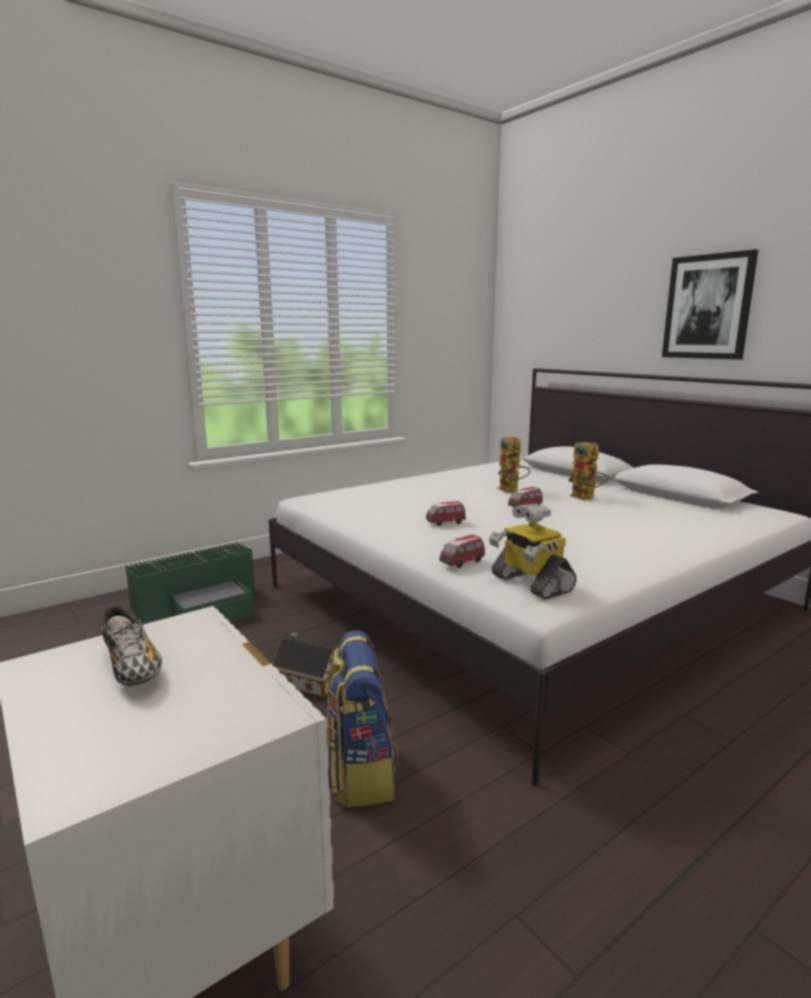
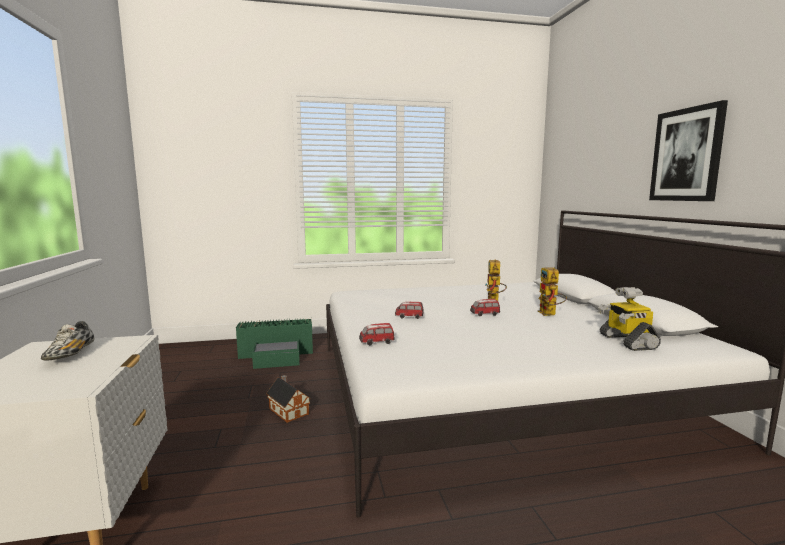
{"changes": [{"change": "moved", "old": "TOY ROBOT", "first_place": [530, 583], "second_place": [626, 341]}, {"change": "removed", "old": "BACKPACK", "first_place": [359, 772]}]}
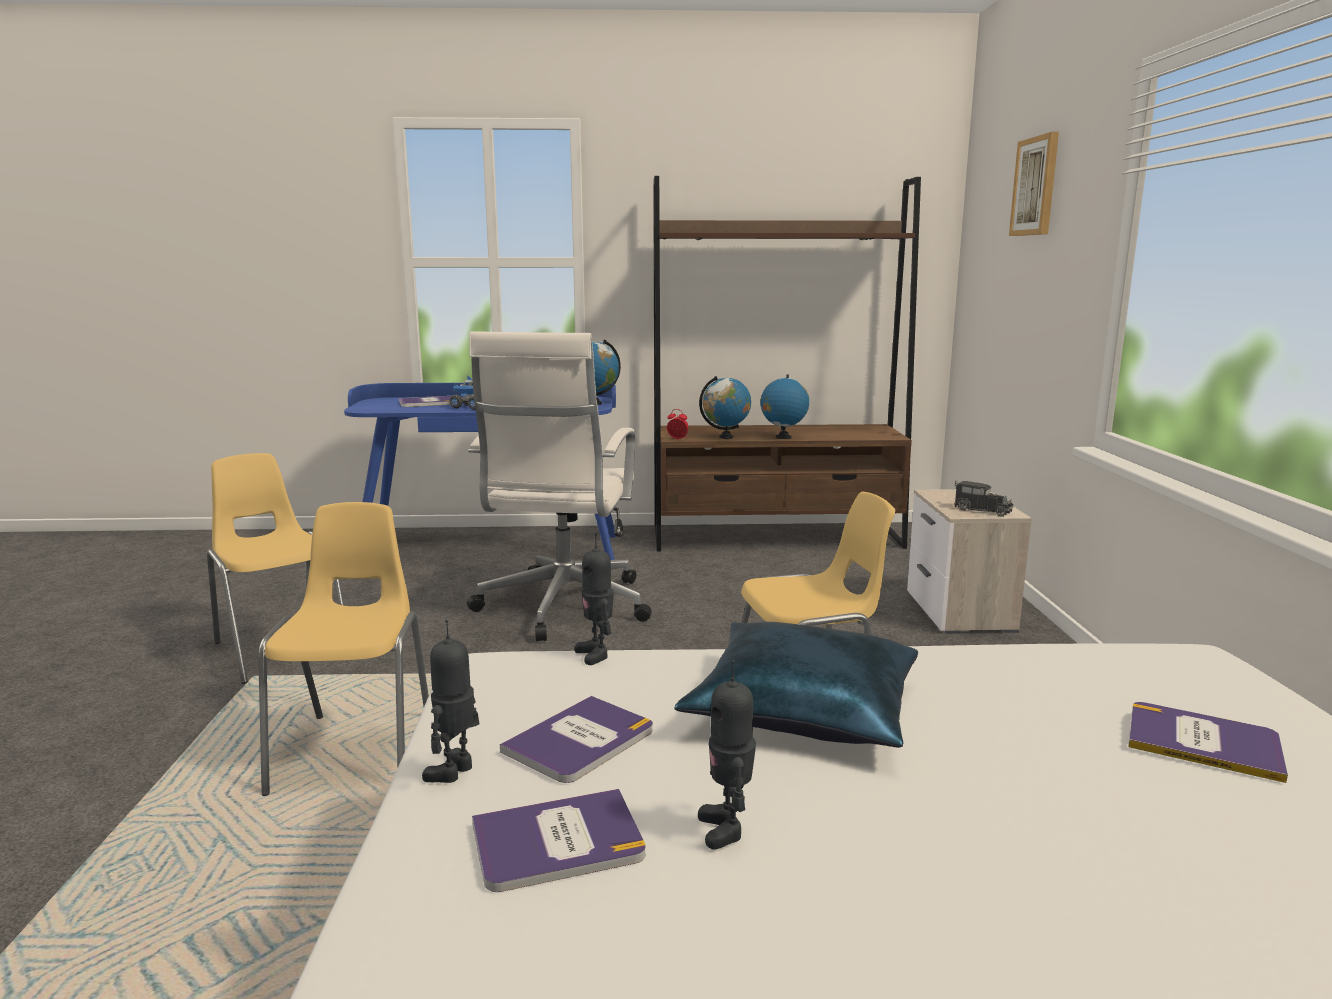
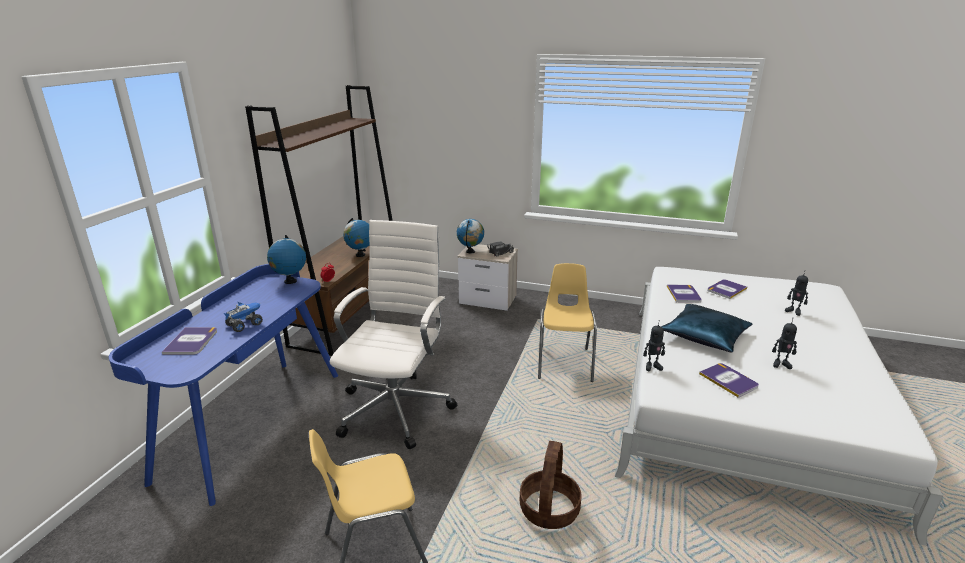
{"changes": [{"change": "removed", "old": "PICTURE", "first_place": [1036, 186]}, {"change": "turned", "old": "WHITE OFFICE CHAIR", "first_place": [562, 607], "second_place": [396, 407], "degrees": -105}, {"change": "moved", "old": "GLOBE", "first_place": [726, 437], "second_place": [470, 252]}, {"change": "replaced", "old": "YELLOW CHAIR", "new": "BASKET", "first_place": [357, 751], "second_place": [549, 509]}, {"change": "moved", "old": "TOY ROBOT", "first_place": [455, 772], "second_place": [794, 311]}, {"change": "moved", "old": "BOOK", "first_place": [558, 842], "second_place": [683, 294]}]}
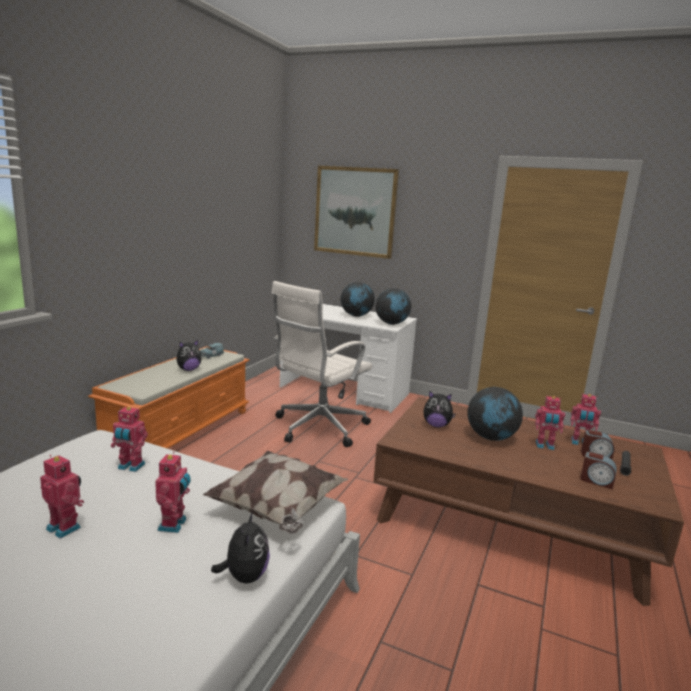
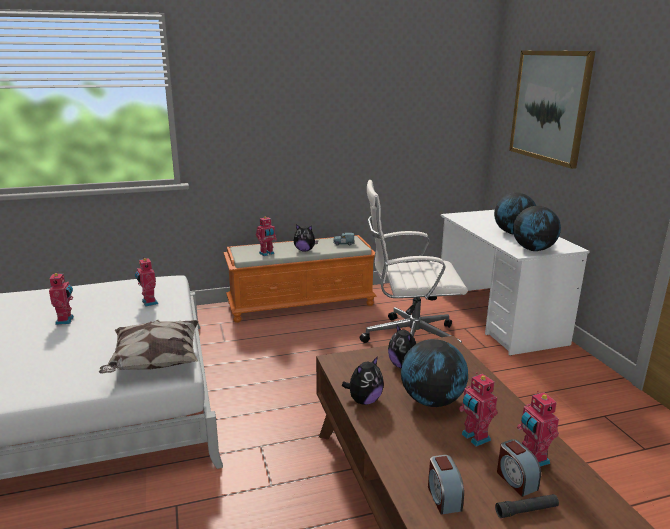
{"changes": [{"change": "moved", "old": "TOY ROBOT", "first_place": [174, 525], "second_place": [267, 254]}, {"change": "moved", "old": "PLUSH TOY", "first_place": [244, 576], "second_place": [364, 400]}]}
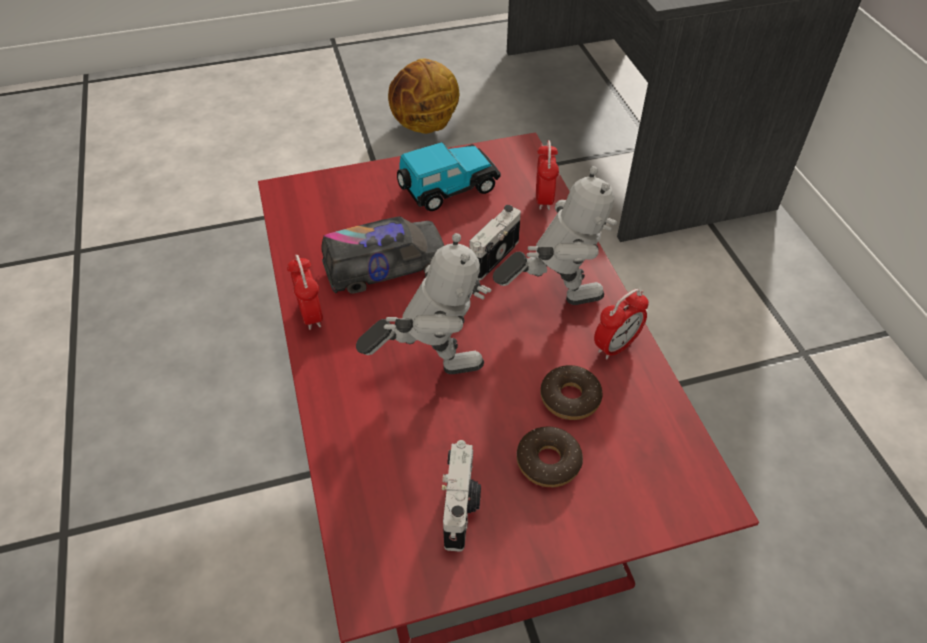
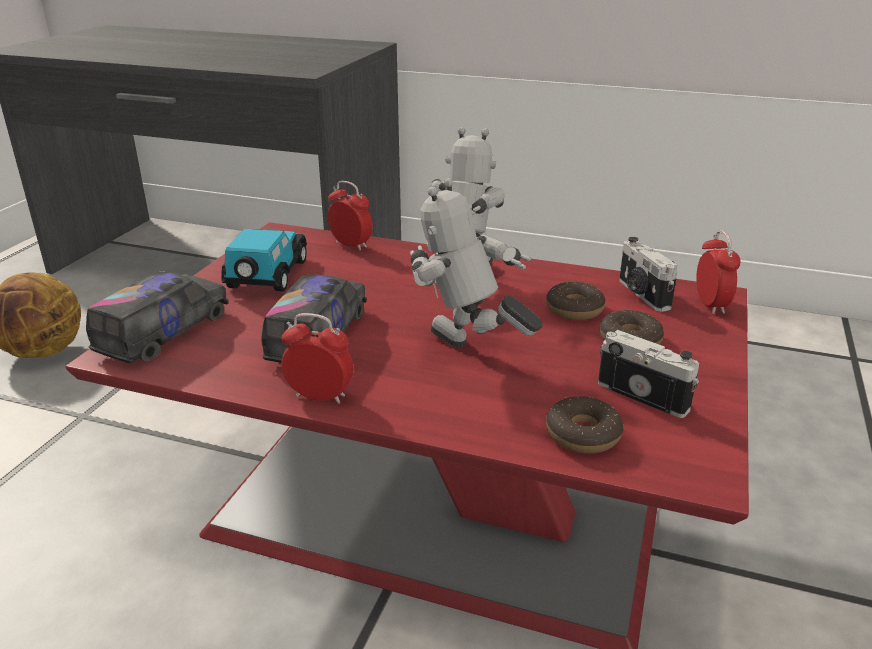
{"changes": [{"change": "moved", "old": "PHOTO CAMERA", "first_place": [492, 256], "second_place": [641, 294]}, {"change": "turned", "old": "TOY ROBOT", "first_place": [431, 364], "second_place": [468, 354], "degrees": -75}, {"change": "moved", "old": "ALARM CLOCK", "first_place": [616, 346], "second_place": [711, 304]}, {"change": "added", "new": "TOY TRUCK", "second_place": [164, 333]}, {"change": "added", "new": "DONUT", "second_place": [583, 434]}]}
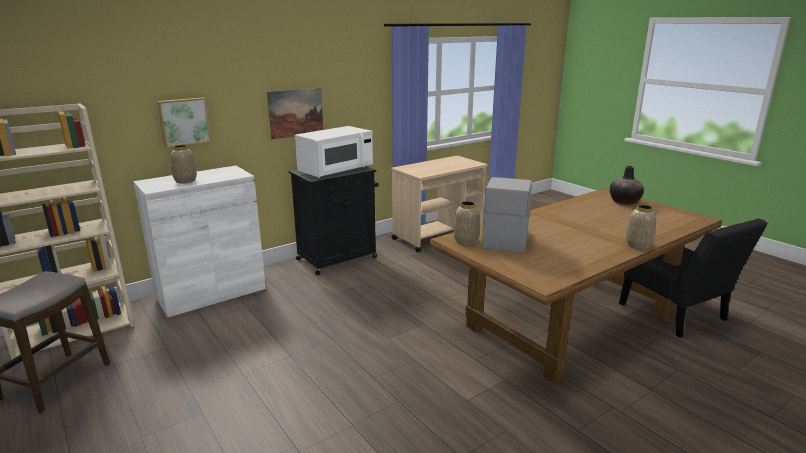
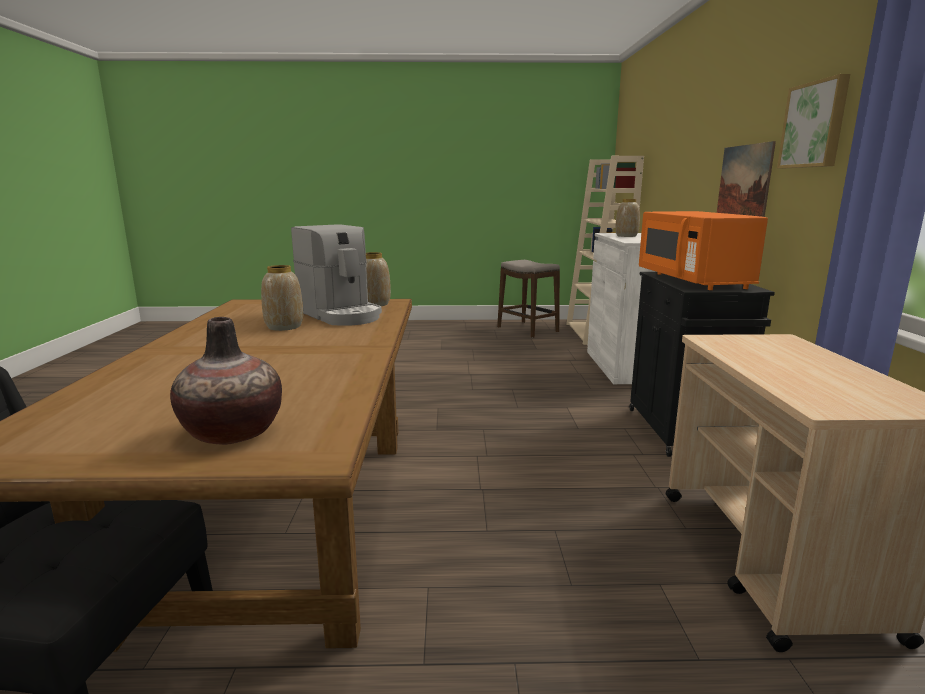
{"changes": [{"change": "moved", "old": "PICTURE", "first_place": [184, 121], "second_place": [815, 125]}, {"change": "recoloured", "old": "WHITE MICROWAVE", "new": "ORANGE MICROWAVE", "first_place": [336, 170], "second_place": [692, 280]}, {"change": "moved", "old": "VASE", "first_place": [637, 245], "second_place": [285, 327]}]}
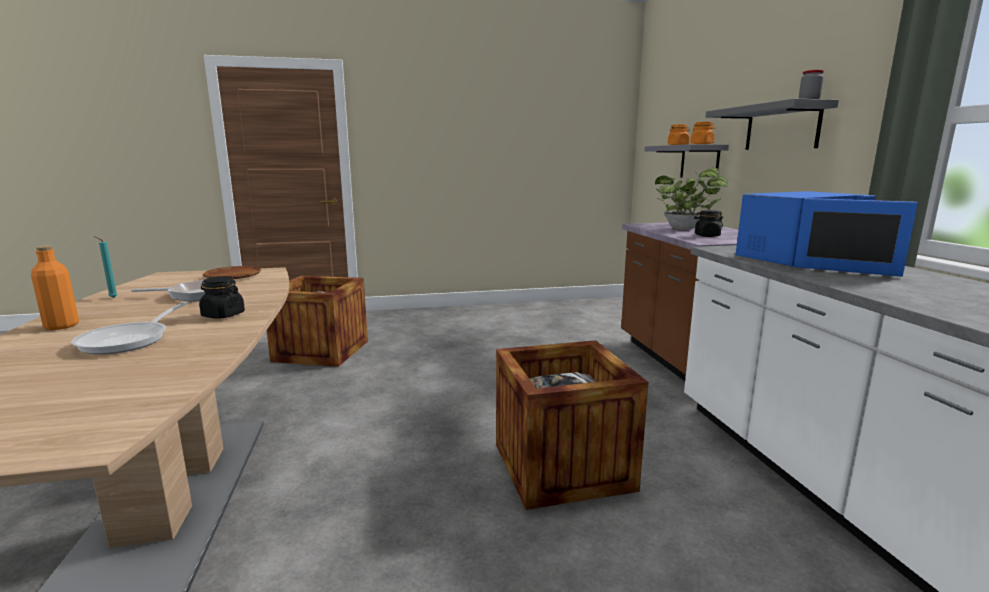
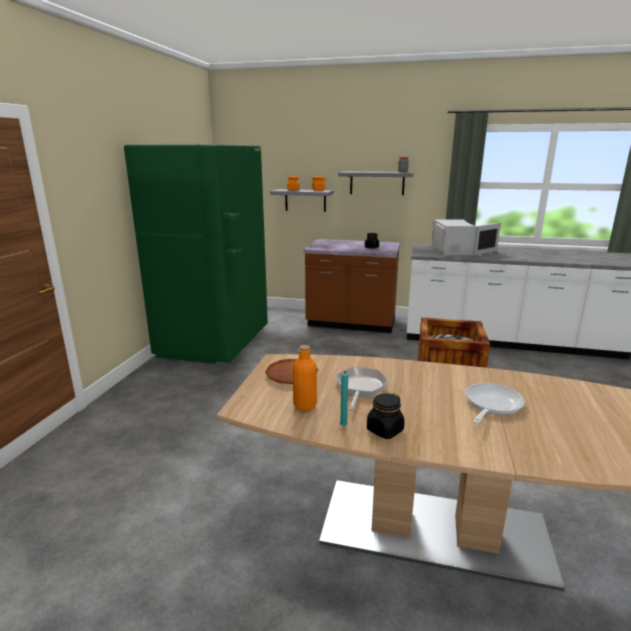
{"changes": [{"change": "removed", "old": "POTTED PLANT", "first_place": [685, 228]}, {"change": "recoloured", "old": "BLUE MICROWAVE", "new": "WHITE MICROWAVE", "first_place": [800, 259], "second_place": [454, 251]}, {"change": "moved", "old": "ORANGE BOTTLE", "first_place": [61, 326], "second_place": [305, 406]}, {"change": "moved", "old": "BLACK JAR", "first_place": [223, 315], "second_place": [384, 430]}, {"change": "removed", "old": "CRATE", "first_place": [321, 351]}, {"change": "turned", "old": "FRYING PAN", "first_place": [130, 340], "second_place": [491, 405], "degrees": -90}, {"change": "added", "new": "GREEN FRIDGE", "second_place": [215, 342]}]}
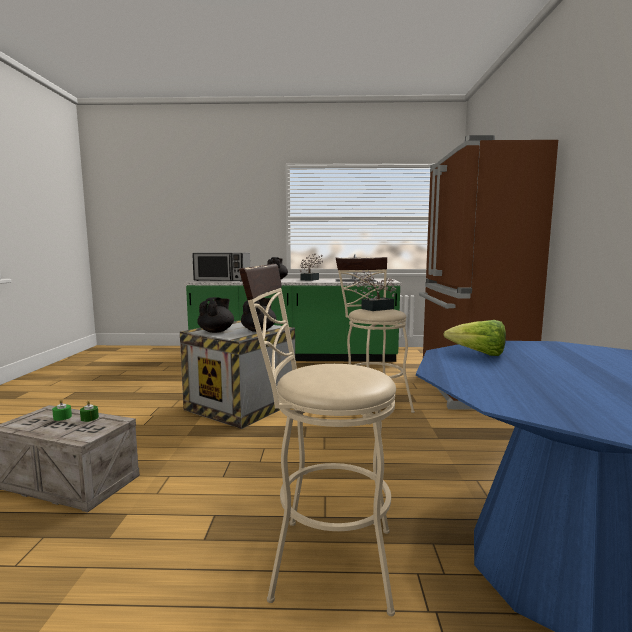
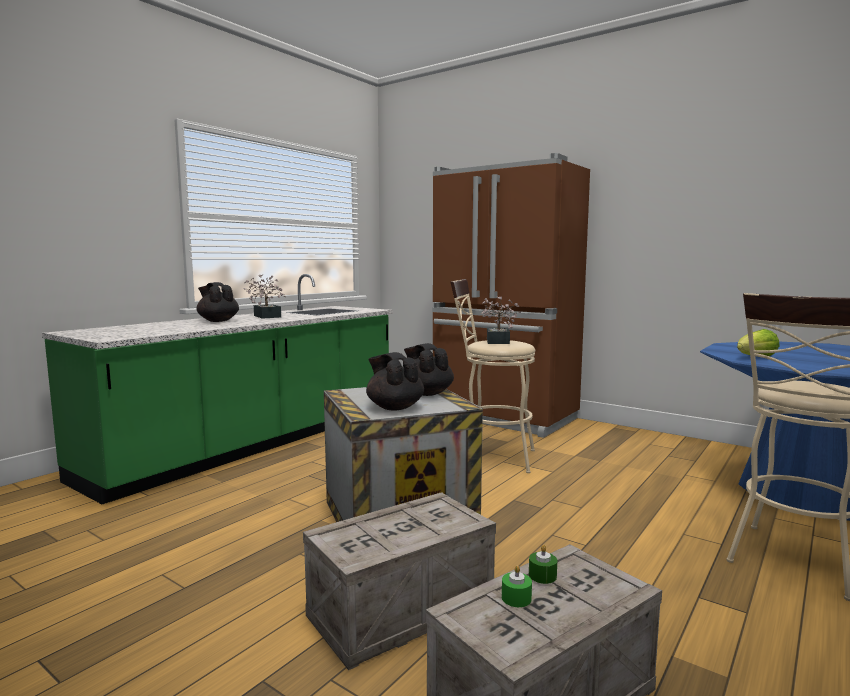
{"changes": [{"change": "removed", "old": "MICROWAVE", "first_place": [222, 280]}, {"change": "added", "new": "CRATE", "second_place": [403, 608]}]}
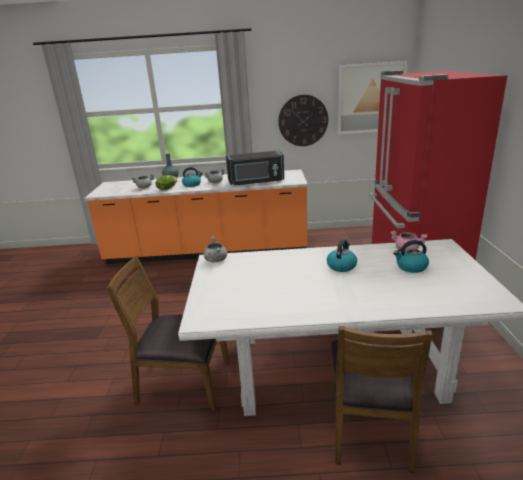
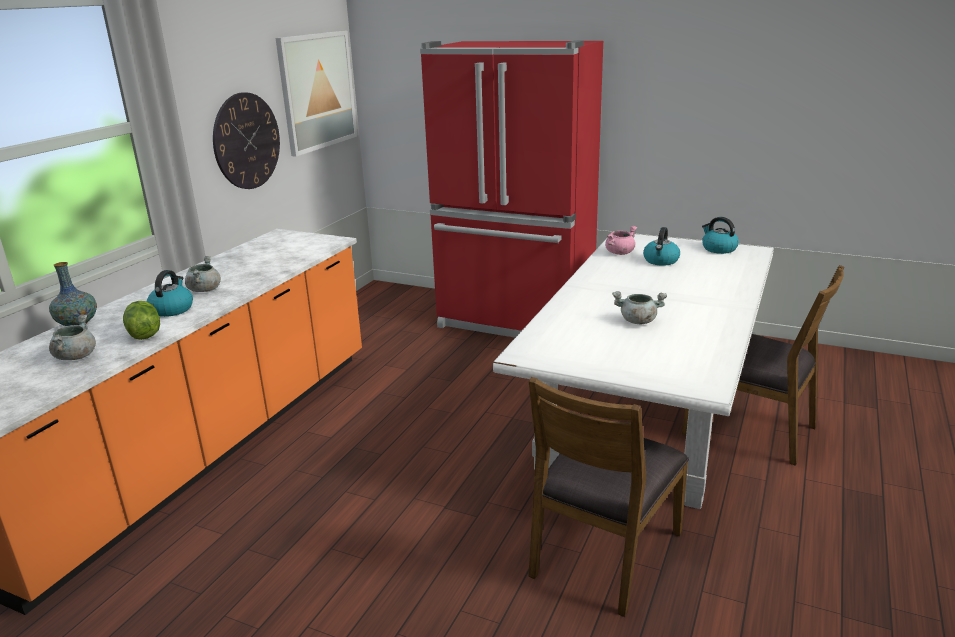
{"changes": [{"change": "removed", "old": "BLACK MICROWAVE", "first_place": [256, 182]}, {"change": "moved", "old": "GREY COOKING POT", "first_place": [216, 260], "second_place": [638, 321]}, {"change": "moved", "old": "KETTLE", "first_place": [341, 266], "second_place": [718, 249]}]}
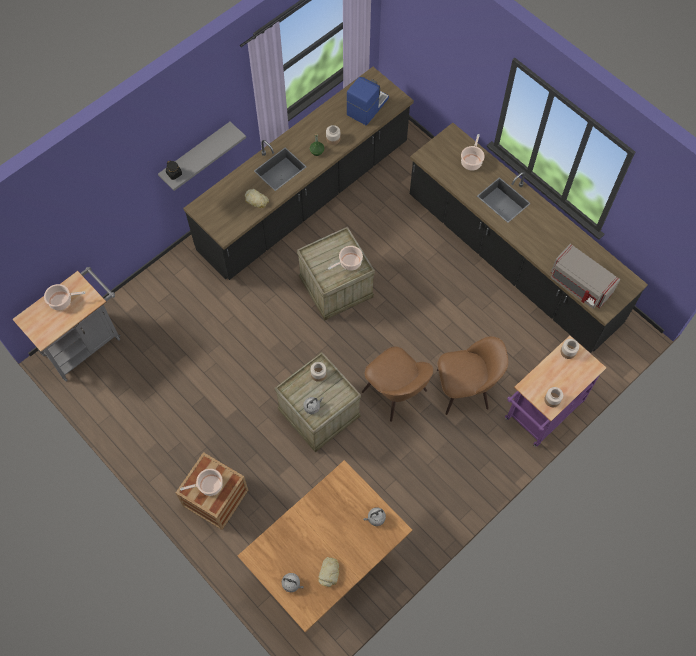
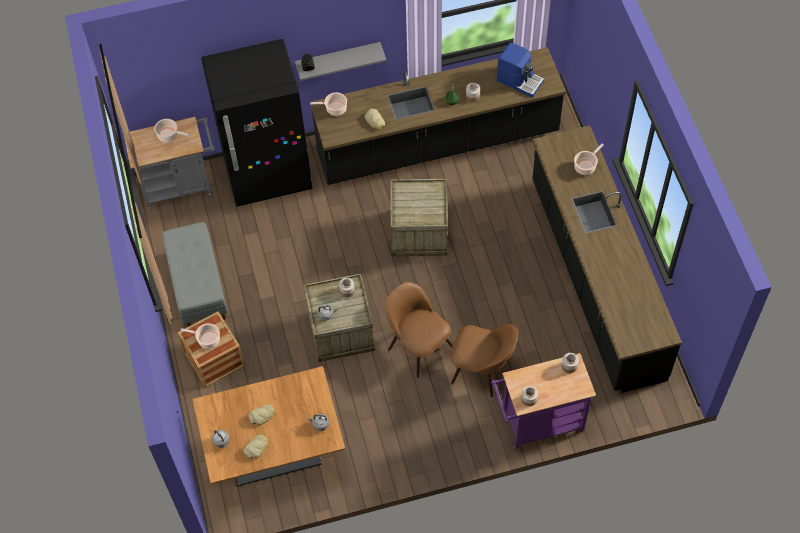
{"changes": [{"change": "turned", "old": "COFFEE MACHINE", "first_place": [366, 106], "second_place": [520, 80], "degrees": 60}, {"change": "removed", "old": "GREY MICROWAVE", "first_place": [579, 285]}, {"change": "moved", "old": "COOKING POT", "first_place": [349, 263], "second_place": [334, 109]}, {"change": "turned", "old": "BROWN CHAIR", "first_place": [396, 393], "second_place": [418, 346], "degrees": 150}, {"change": "added", "new": "BLACK FRIDGE", "second_place": [268, 174]}, {"change": "added", "new": "GREY BENCH", "second_place": [198, 286]}, {"change": "added", "new": "BREAD", "second_place": [262, 416]}]}
